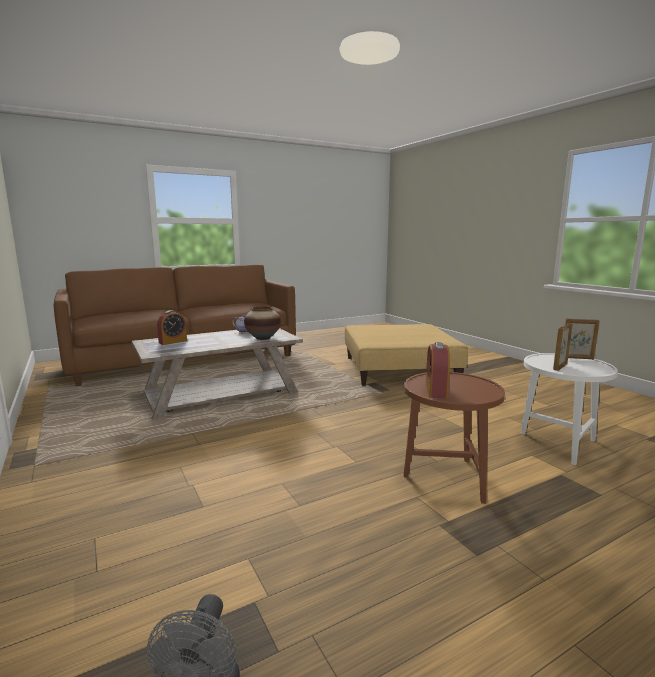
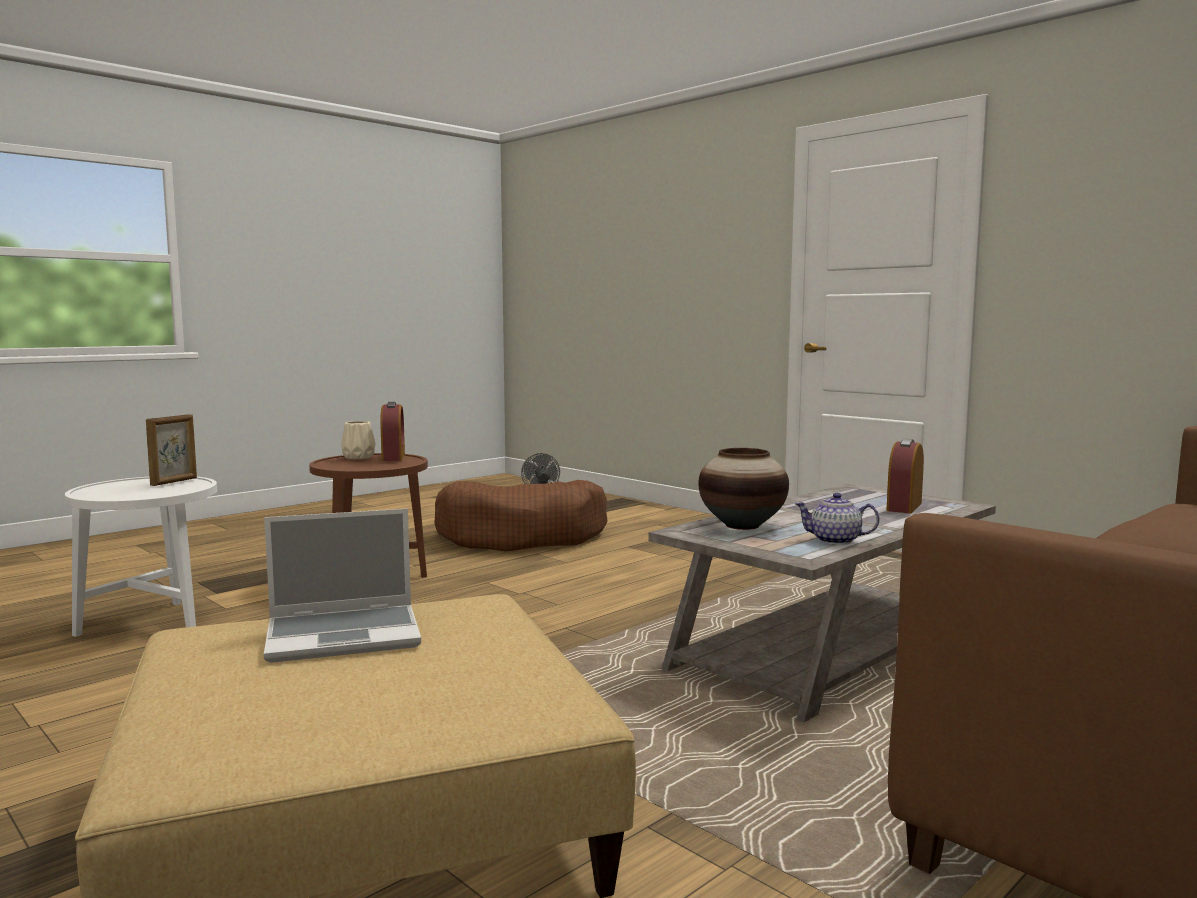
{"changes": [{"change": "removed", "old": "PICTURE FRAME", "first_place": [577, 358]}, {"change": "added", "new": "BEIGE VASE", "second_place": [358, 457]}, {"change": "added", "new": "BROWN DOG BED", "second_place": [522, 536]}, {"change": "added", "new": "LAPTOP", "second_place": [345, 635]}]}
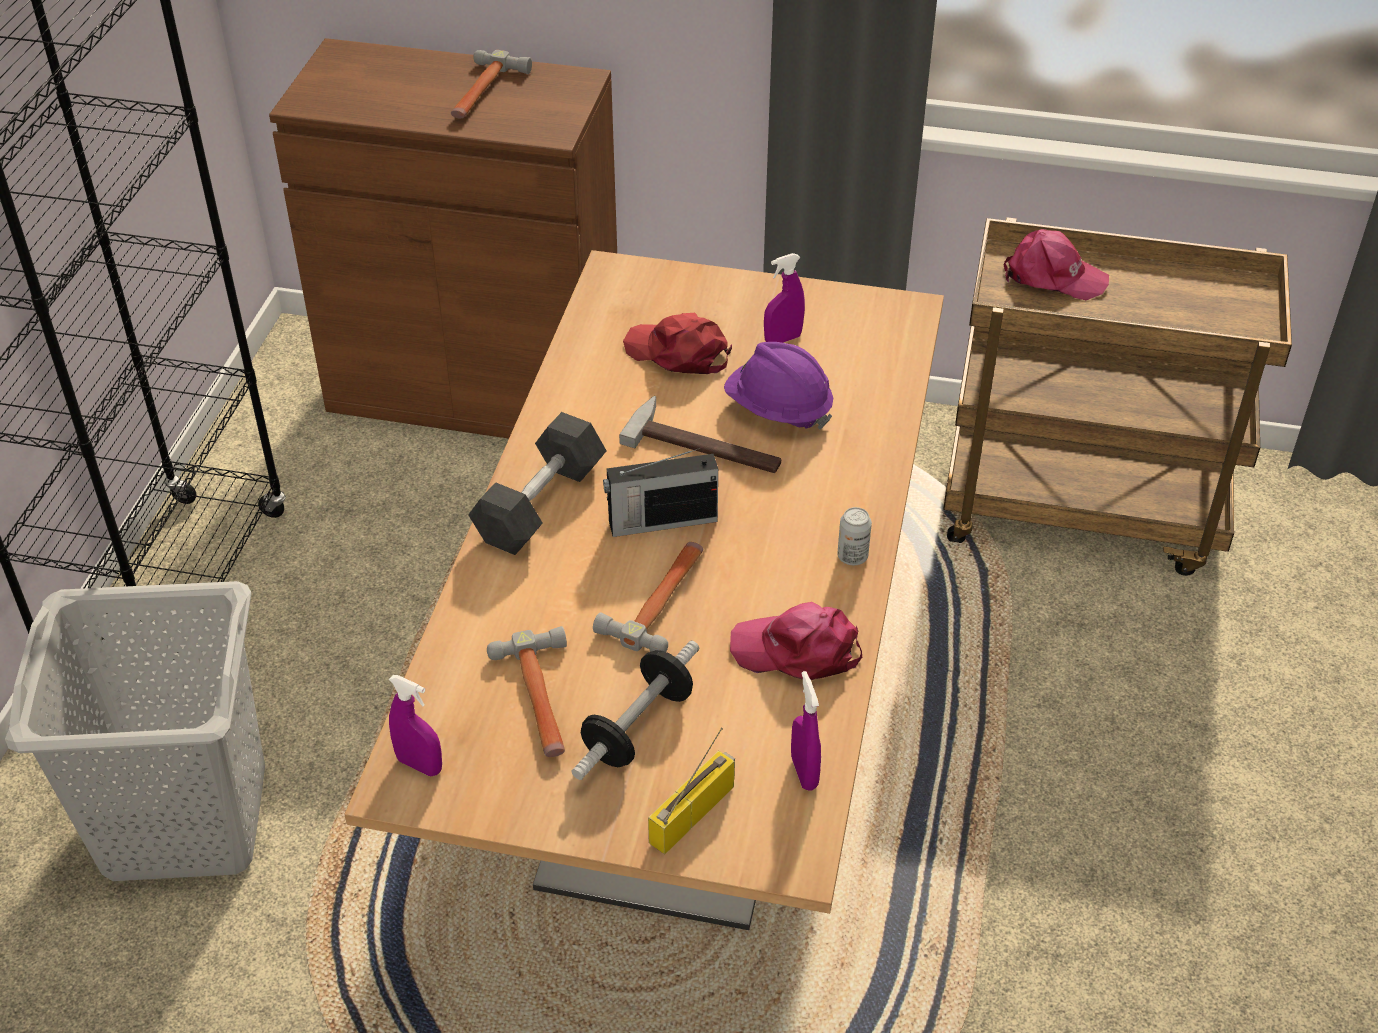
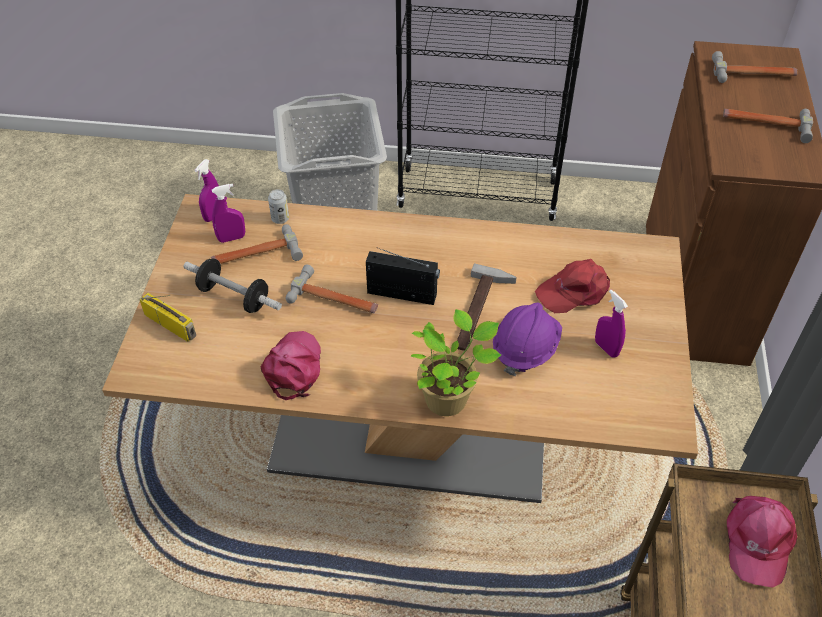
{"changes": [{"change": "turned", "old": "RED CAP", "first_place": [678, 353], "second_place": [574, 291], "degrees": -135}, {"change": "removed", "old": "GREY DUMBBELL", "first_place": [540, 504]}, {"change": "turned", "old": "RADIO", "first_place": [660, 521], "second_place": [403, 294], "degrees": 120}, {"change": "moved", "old": "CAN", "first_place": [852, 557], "second_place": [280, 219]}, {"change": "moved", "old": "PURPLE SPRAY BOTTLE", "first_place": [804, 772], "second_place": [231, 238]}, {"change": "added", "new": "HAMMER", "second_place": [753, 74]}, {"change": "added", "new": "POTTED PLANT", "second_place": [449, 398]}]}
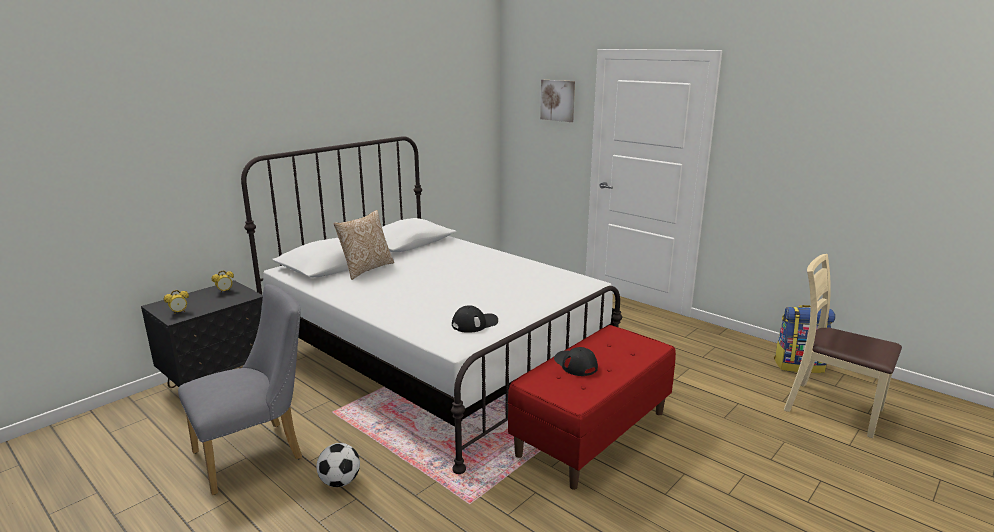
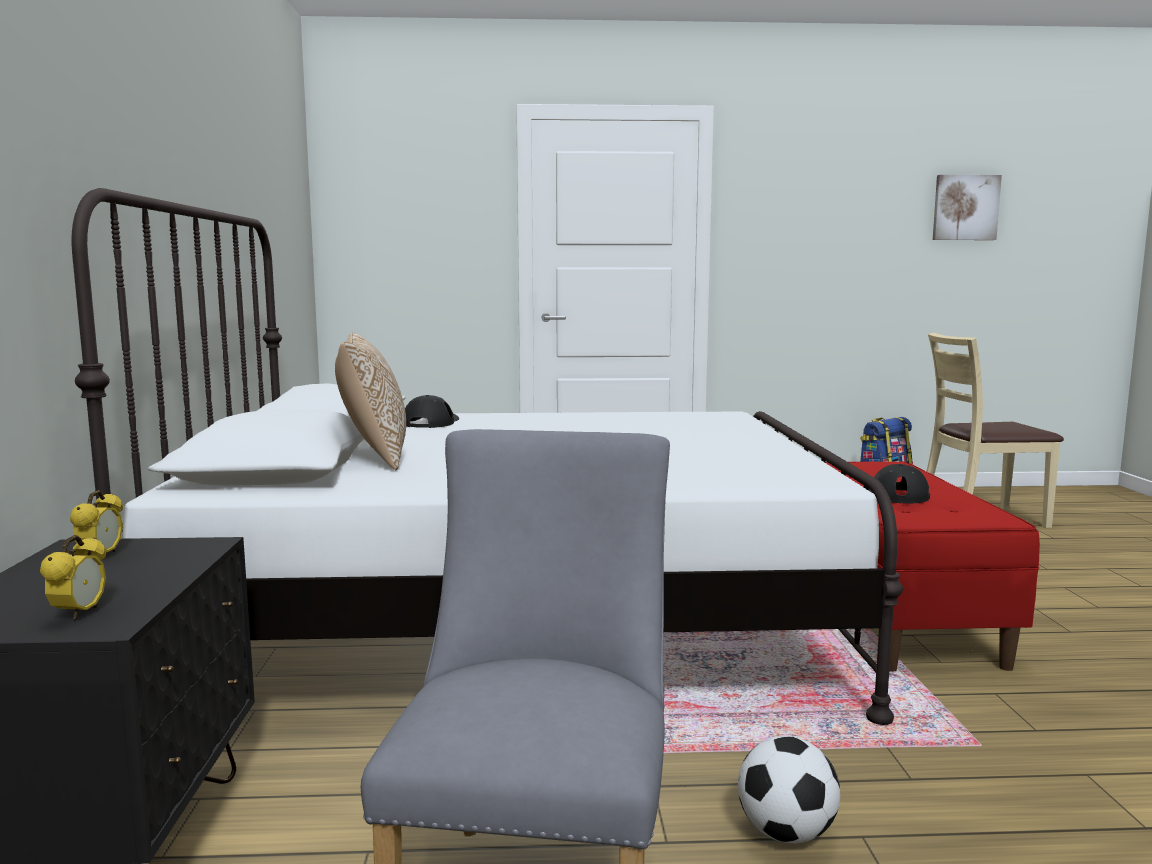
{"changes": [{"change": "moved", "old": "PICTURE", "first_place": [558, 100], "second_place": [965, 207]}, {"change": "moved", "old": "BLACK CAP", "first_place": [474, 323], "second_place": [431, 422]}]}
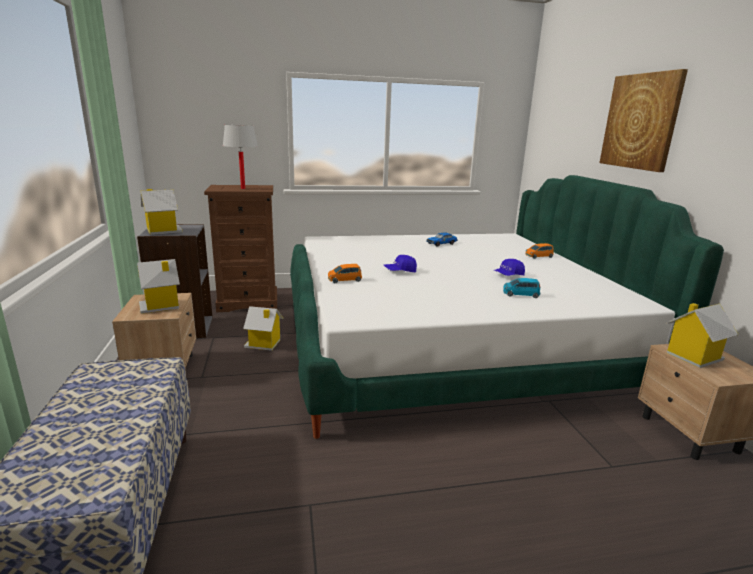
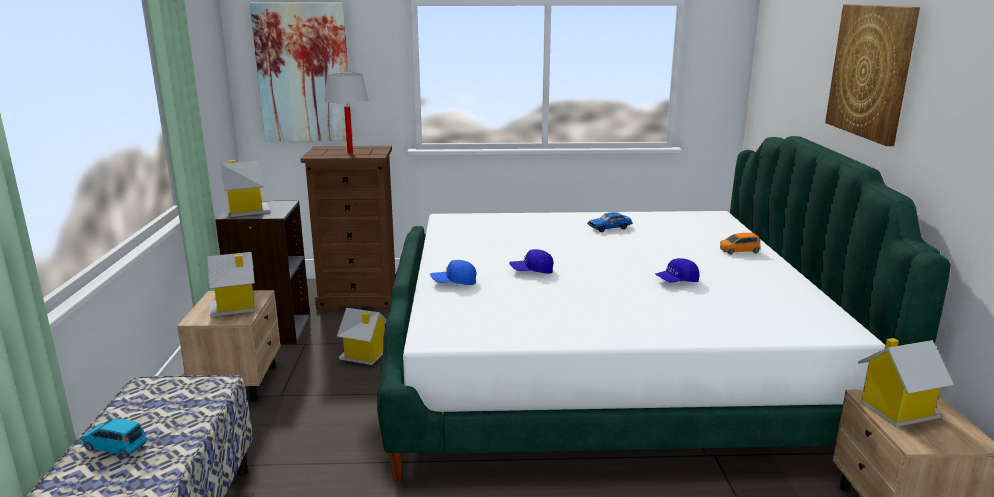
{"changes": [{"change": "replaced", "old": "ORANGE TOY CAR", "new": "BLUE CAP", "first_place": [344, 280], "second_place": [454, 282]}, {"change": "moved", "old": "BLUE TOY CAR", "first_place": [520, 294], "second_place": [115, 447]}, {"change": "added", "new": "PICTURE", "second_place": [303, 73]}]}
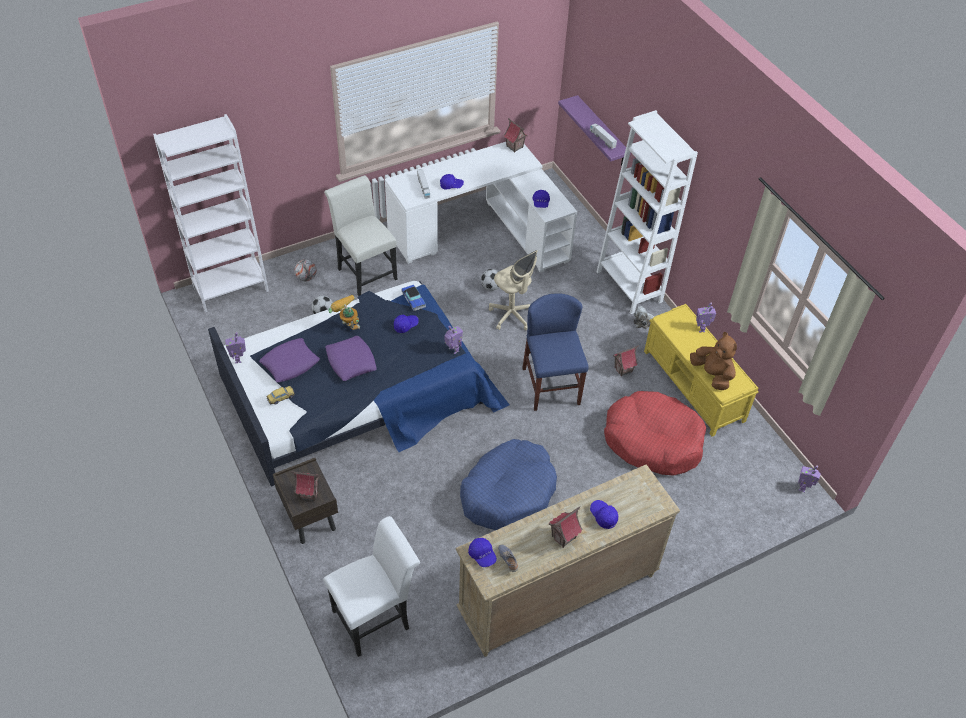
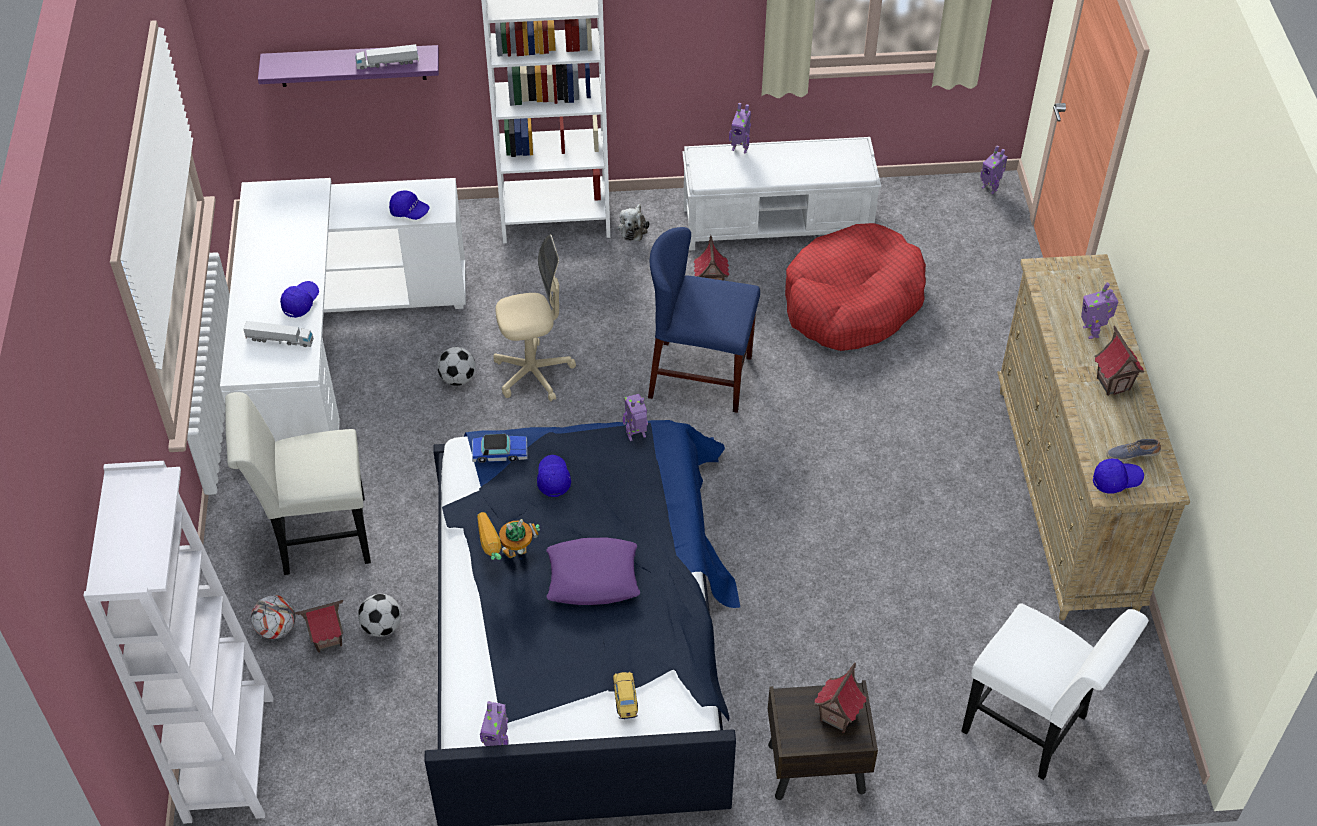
{"changes": [{"change": "moved", "old": "TOY HOUSE", "first_place": [514, 147], "second_place": [328, 639]}, {"change": "recoloured", "old": "YELLOW BENCH", "new": "WHITE BENCH", "first_place": [694, 386], "second_place": [778, 223]}, {"change": "removed", "old": "BROWN PLUSH TOY", "first_place": [712, 375]}, {"change": "removed", "old": "PURPLE PILLOW", "first_place": [290, 363]}, {"change": "removed", "old": "BLUE DOG BED", "first_place": [508, 492]}, {"change": "replaced", "old": "BLUE CAP", "new": "TOY ROBOT", "first_place": [603, 516], "second_place": [1092, 331]}, {"change": "turned", "old": "WHITE CHAIR", "first_place": [376, 617], "second_place": [1032, 728], "degrees": 135}]}
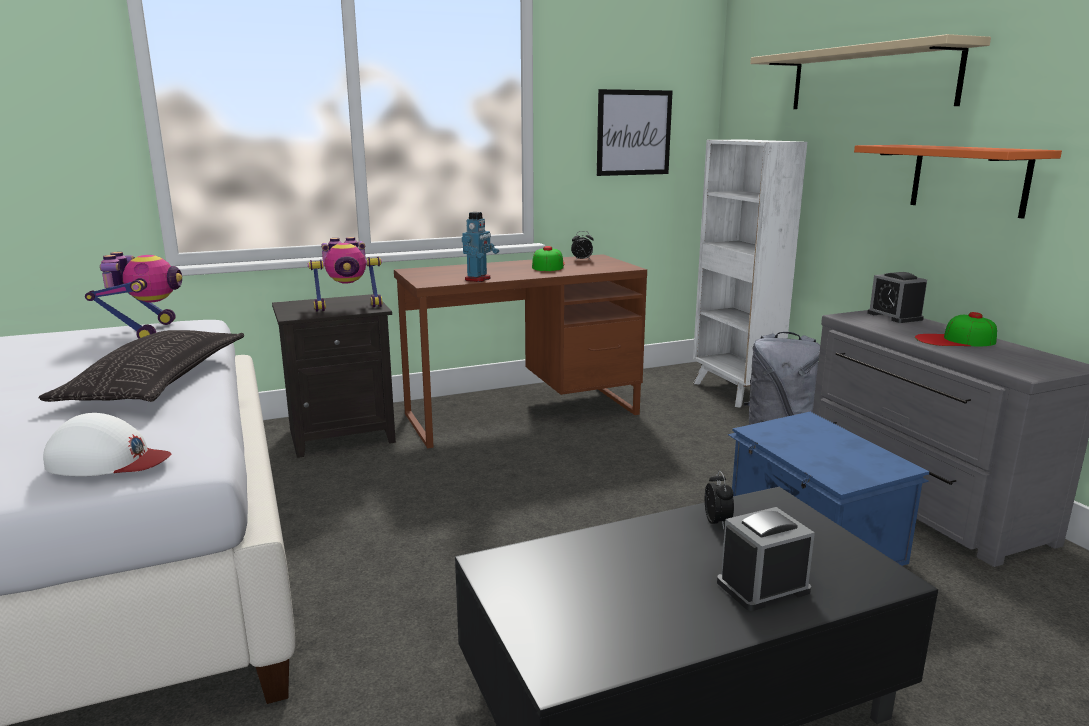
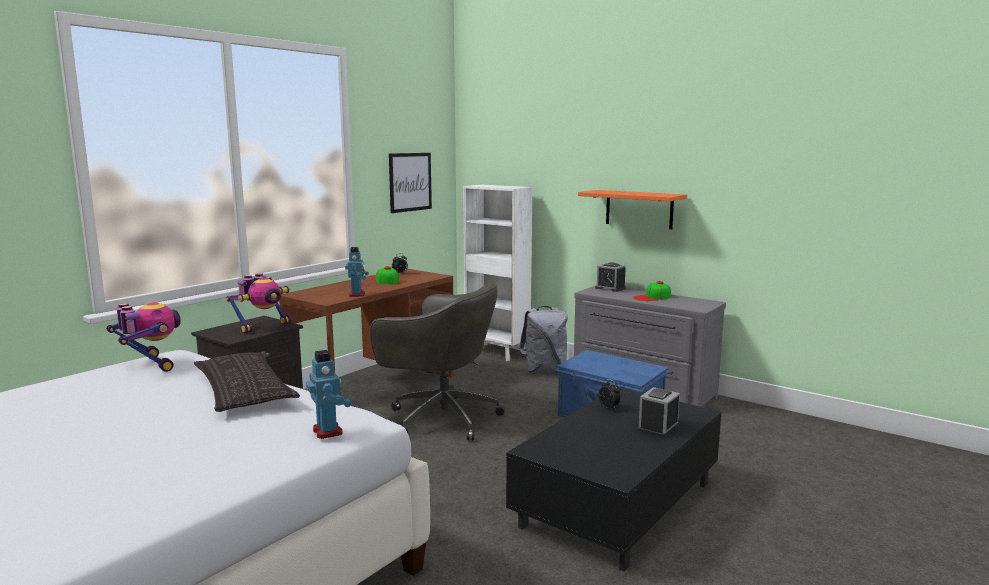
{"changes": [{"change": "removed", "old": "BEIGE SHELF", "first_place": [870, 78]}, {"change": "replaced", "old": "WHITE CAP", "new": "TOY ROBOT", "first_place": [108, 460], "second_place": [328, 431]}, {"change": "added", "new": "GREY OFFICE CHAIR", "second_place": [440, 418]}]}
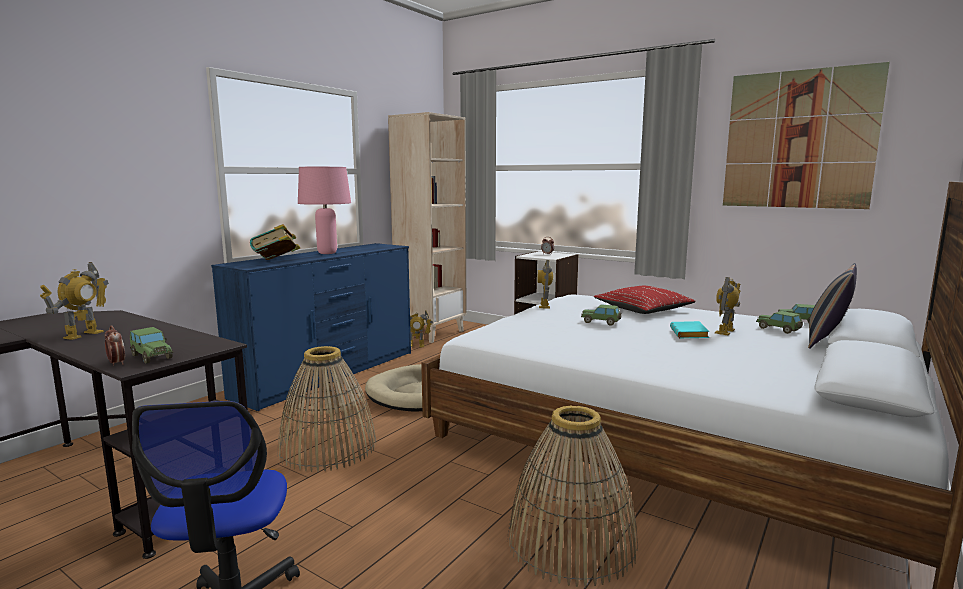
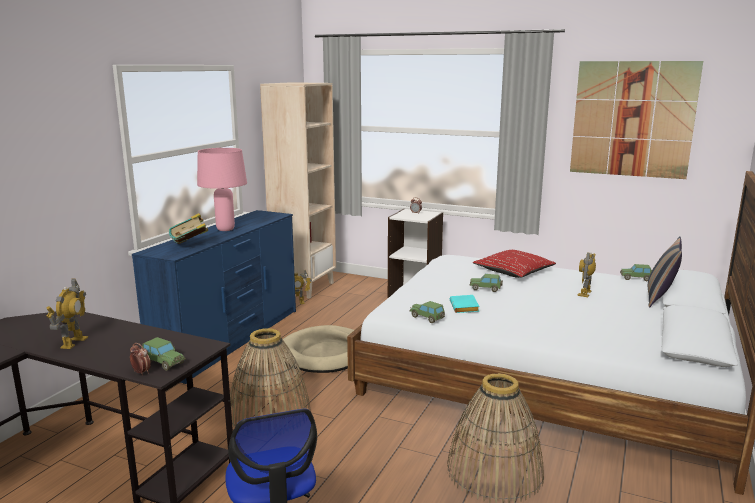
{"changes": [{"change": "removed", "old": "TOY ROBOT", "first_place": [544, 306]}, {"change": "moved", "old": "TOY CAR", "first_place": [778, 329], "second_place": [427, 318]}, {"change": "moved", "old": "TURQUOISE BOOK", "first_place": [690, 334], "second_place": [465, 307]}]}
